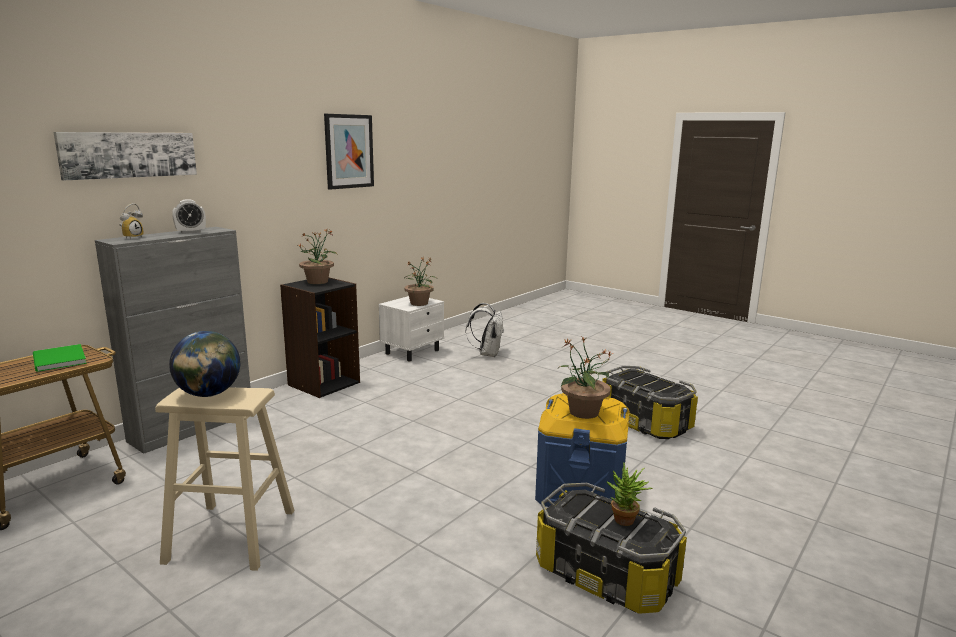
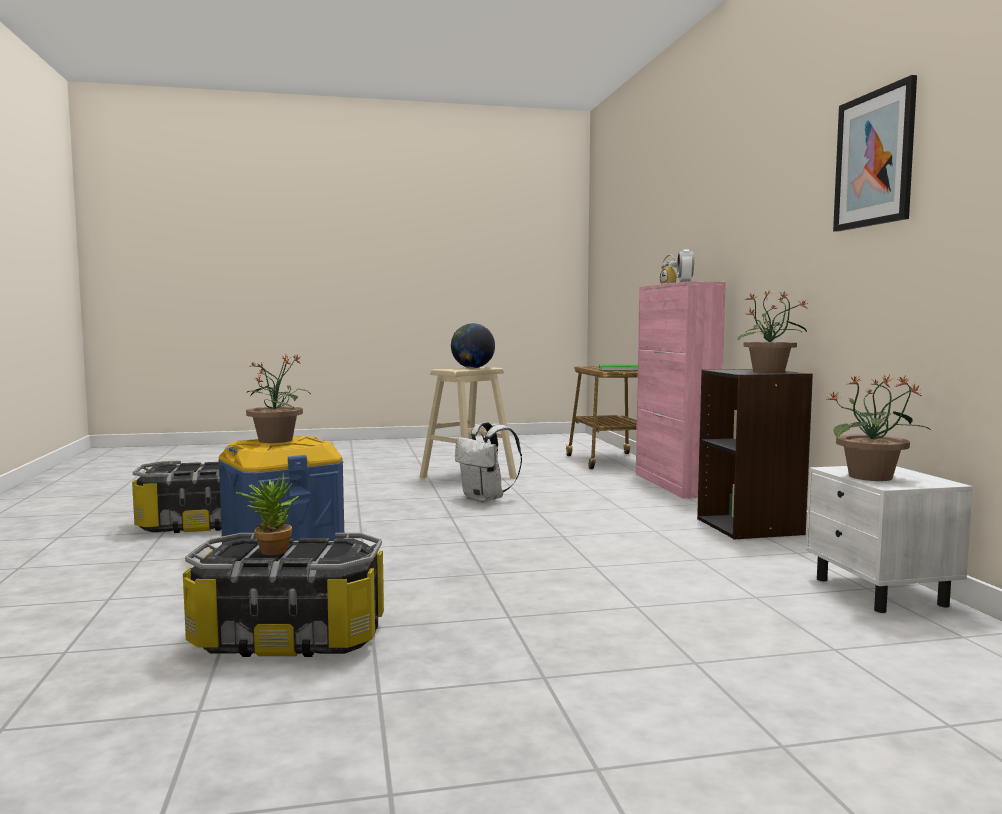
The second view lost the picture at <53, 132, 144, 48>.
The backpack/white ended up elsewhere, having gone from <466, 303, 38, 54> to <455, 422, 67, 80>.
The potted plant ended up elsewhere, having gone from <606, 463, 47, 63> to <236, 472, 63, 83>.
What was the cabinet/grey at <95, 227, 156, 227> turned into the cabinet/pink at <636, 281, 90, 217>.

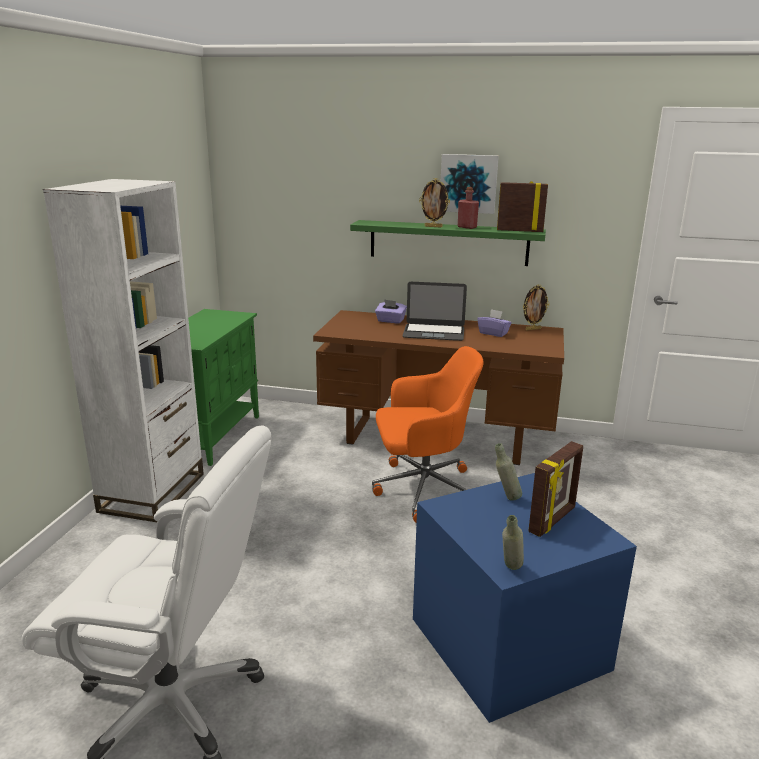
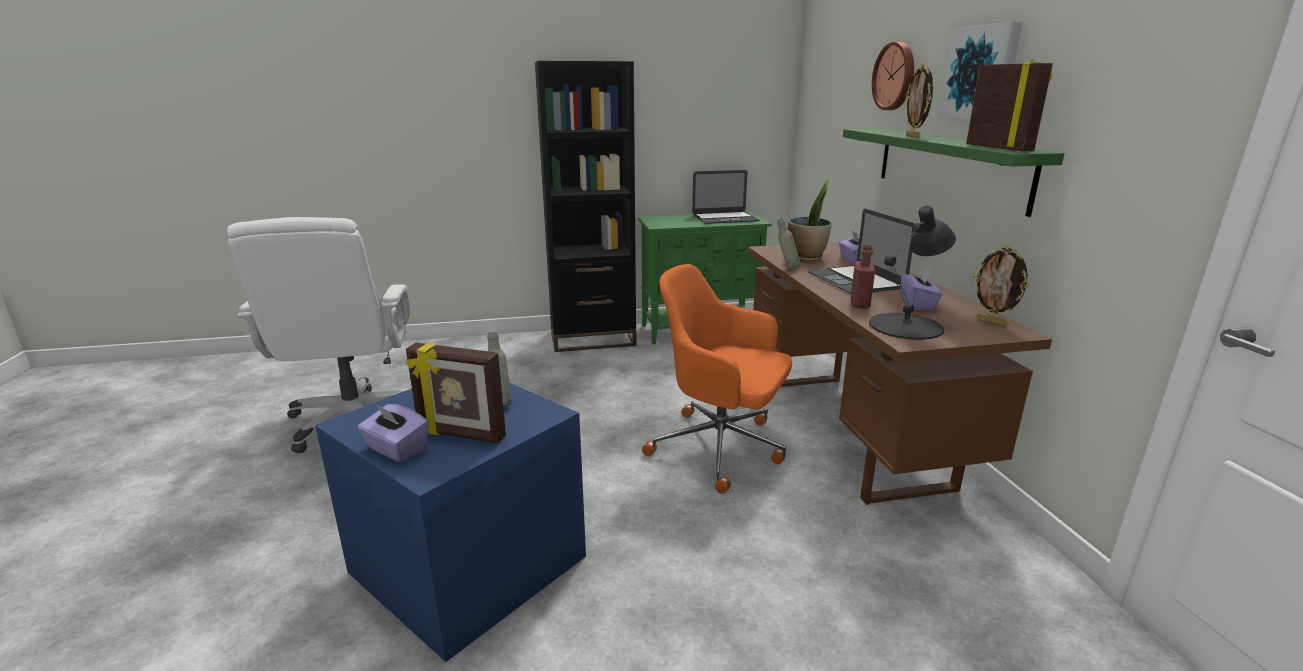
The second view gained the tissue box/purple at <357, 404, 72, 58>.
The second view gained the laptop at <692, 170, 68, 54>.
The second view gained the potted plant at <788, 179, 44, 83>.
The second view gained the table lamp/black at <869, 206, 87, 134>.
The second view gained the wall clock at <872, 42, 42, 68>.
The bottle/red ended up elsewhere, having gone from <458, 187, 21, 42> to <851, 244, 24, 64>.
The bottle/grey ended up elsewhere, having gone from <502, 515, 22, 55> to <777, 218, 24, 52>.
What was the bookcase/white at <43, 179, 161, 343> turned into the bookcase/black at <535, 61, 102, 291>.
The office chair/orange at <372, 346, 112, 177> ended up facing another way, 150 degrees clockwise from before.

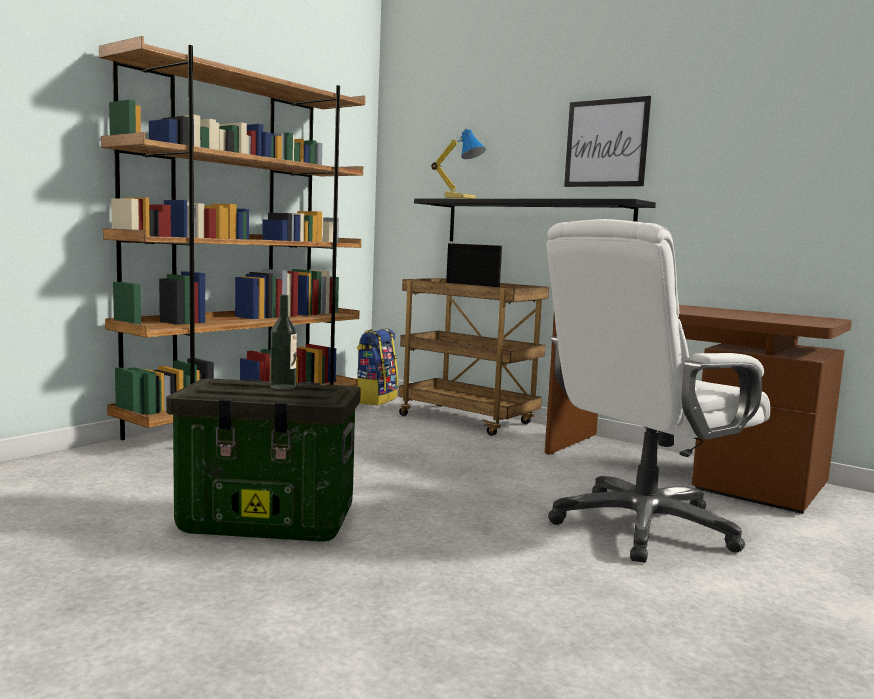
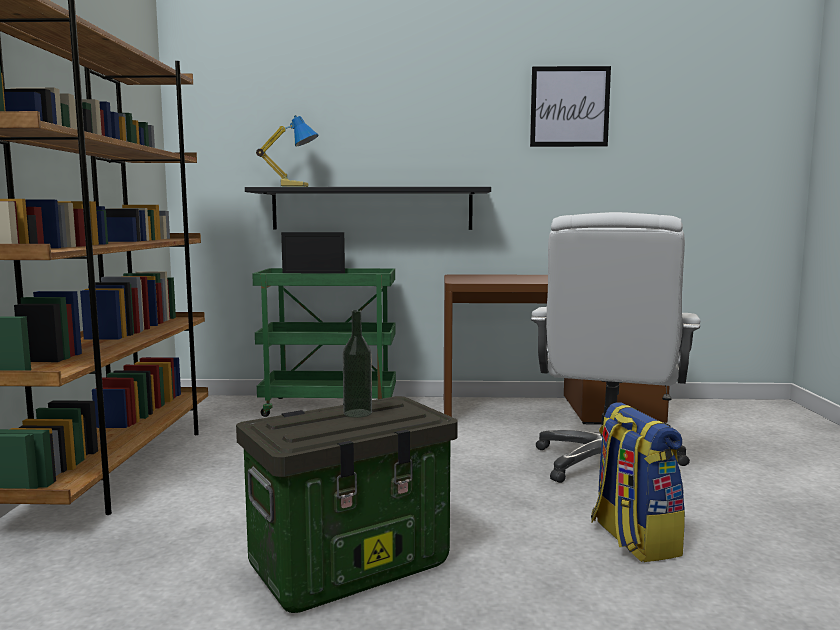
The backpack ended up elsewhere, having gone from <357, 328, 41, 78> to <591, 402, 94, 160>.
The picture ended up elsewhere, having gone from <564, 96, 87, 91> to <530, 66, 81, 81>.
What was the cart/brown at <398, 278, 151, 158> turned into the cart/green at <252, 268, 144, 149>.

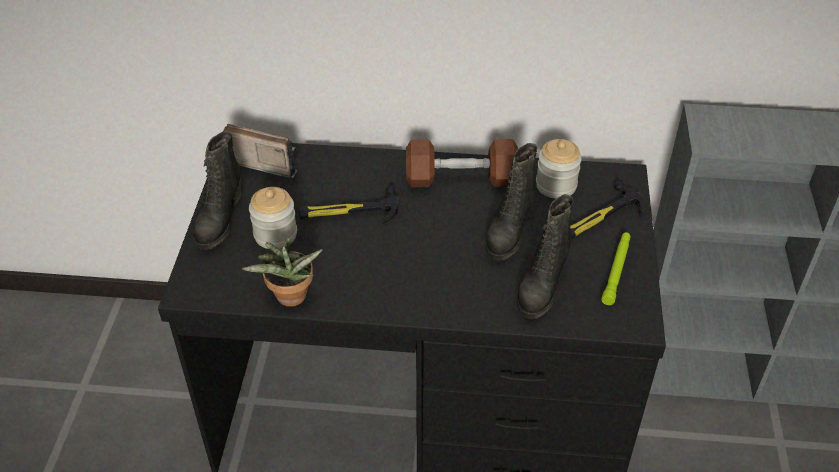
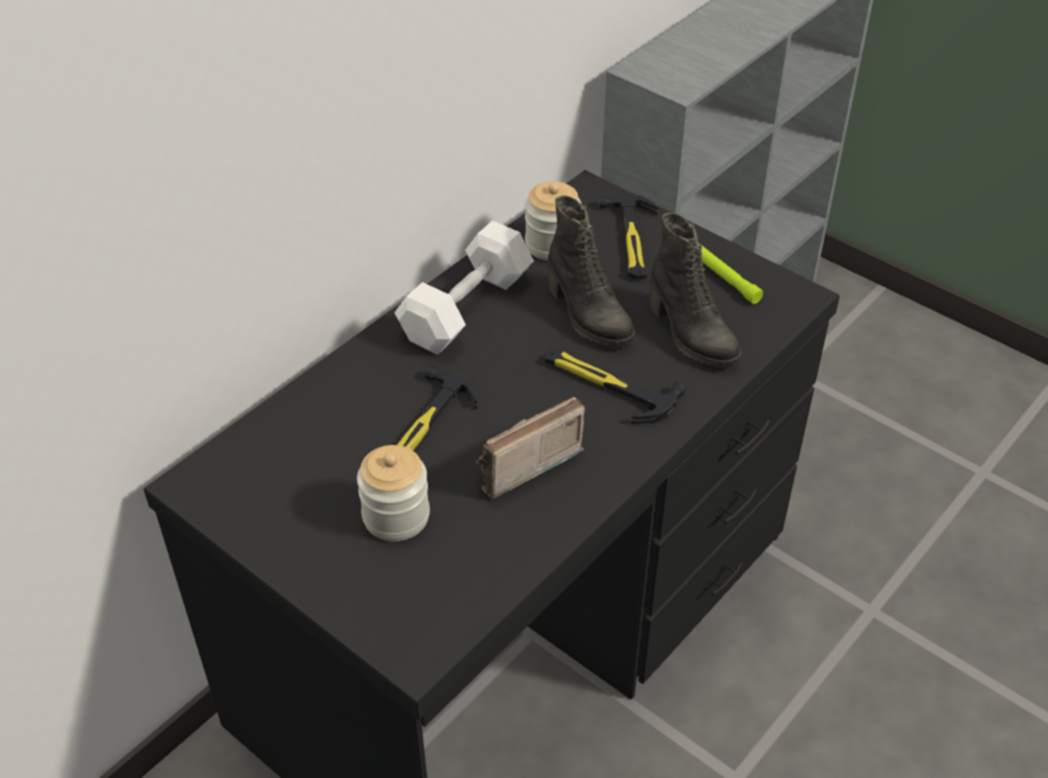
The second view lost the boot/black at <193, 131, 49, 119>.
The second view lost the potted plant at <242, 237, 81, 70>.
The second view gained the hammer at <545, 348, 141, 76>.
The radio ended up elsewhere, having gone from <223, 124, 74, 54> to <476, 397, 109, 102>.
What was the dumbbell/brown at <406, 139, 112, 48> turned into the dumbbell/white at <394, 220, 140, 135>.

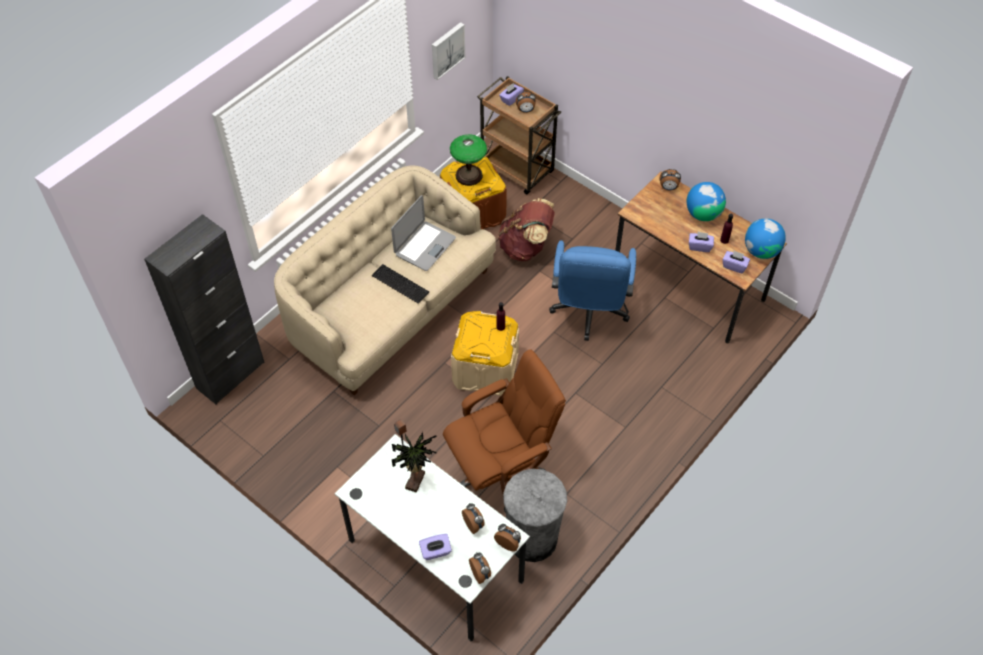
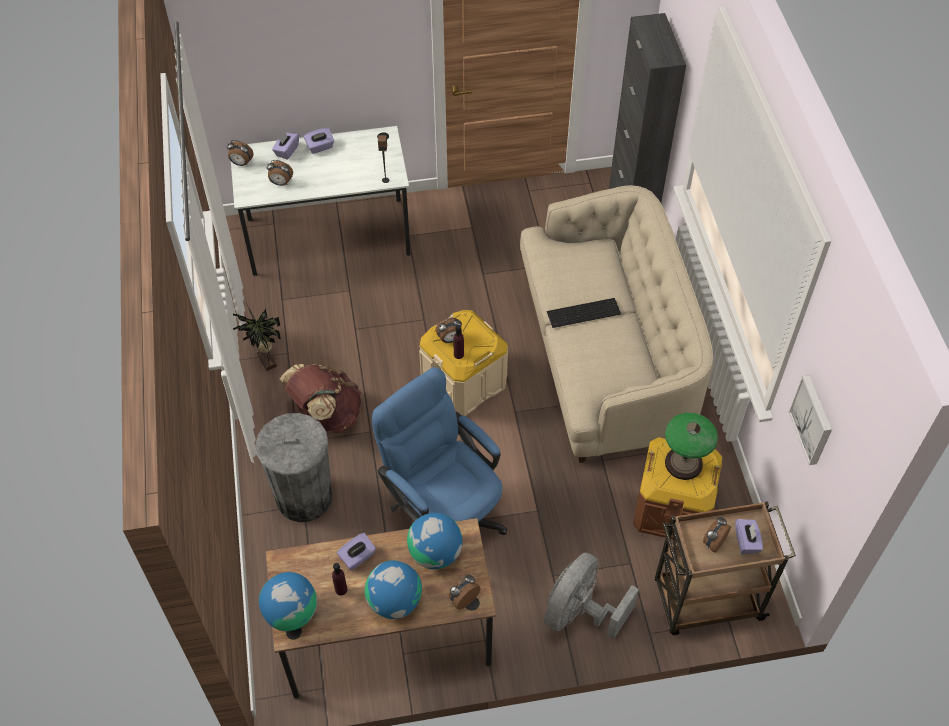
The second view lost the laptop at <391, 195, 65, 76>.
The second view lost the office chair/brown at <443, 349, 123, 164>.
The second view gained the globe at <407, 513, 56, 56>.
The second view gained the fan/grey at <544, 553, 95, 87>.
The potted plant ended up elsewhere, having gone from <392, 432, 45, 61> to <233, 303, 48, 68>.
The alarm clock ended up elsewhere, having gone from <494, 524, 27, 28> to <435, 318, 27, 25>.
The backpack/brown ended up elsewhere, having gone from <498, 198, 57, 63> to <280, 364, 81, 69>.
The trash can/grey ended up elsewhere, having gone from <503, 469, 64, 93> to <255, 413, 78, 109>.
The tissue box/purple ended up elsewhere, having gone from <722, 251, 28, 22> to <303, 128, 31, 26>.

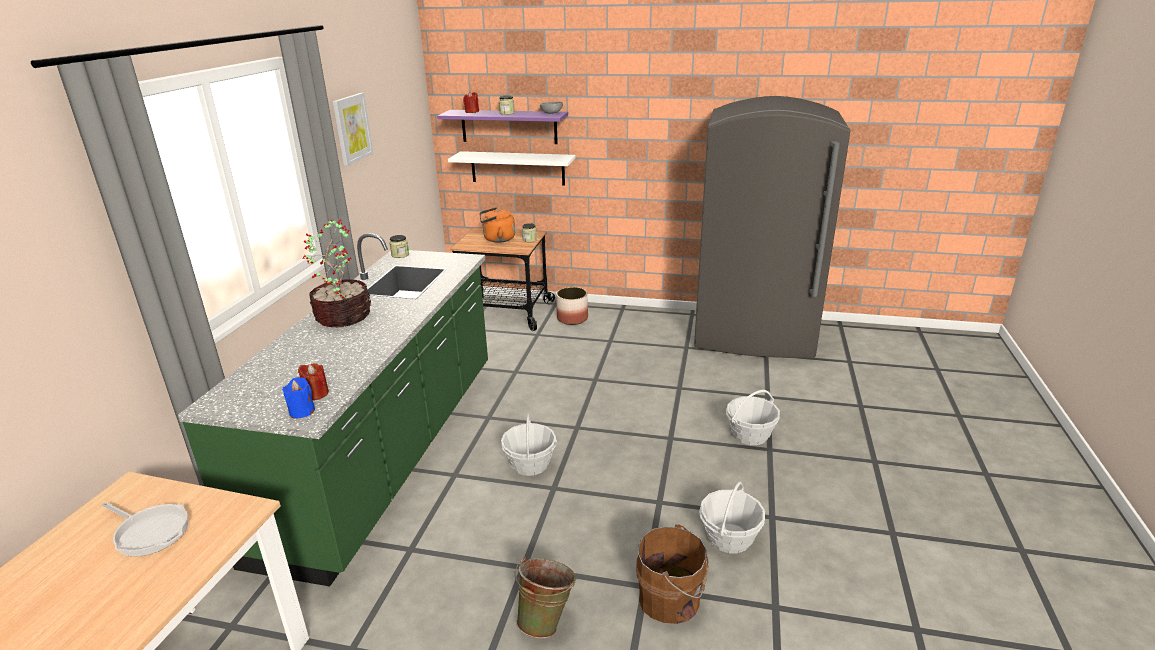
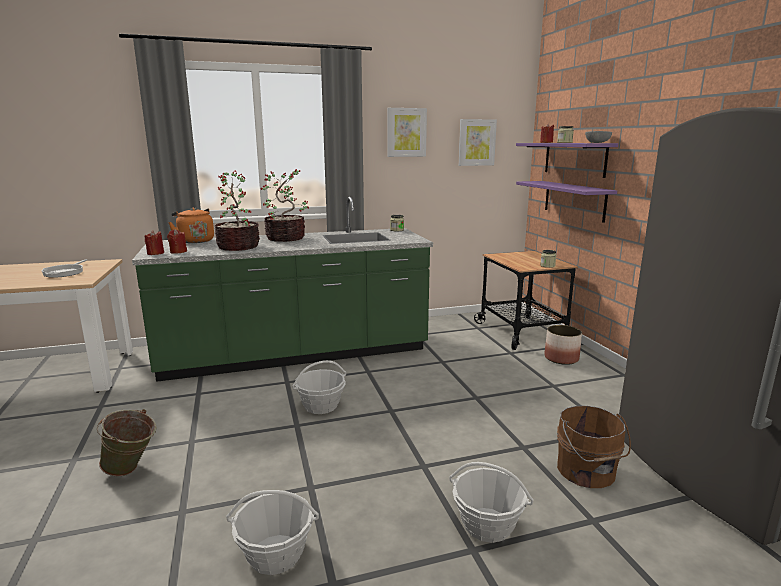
The second view gained the potted plant at <215, 170, 45, 81>.
The second view gained the picture at <458, 119, 39, 47>.
The kettle/orange ended up elsewhere, having gone from <479, 207, 36, 36> to <168, 208, 46, 35>.
The bucket/brown ended up elsewhere, having gone from <636, 524, 73, 100> to <557, 406, 74, 82>.
What was the candle/blue at <282, 377, 33, 41> turned into the candle/red at <145, 230, 19, 25>.
What was the shelf/white at <448, 151, 128, 35> turned into the shelf/purple at <516, 181, 101, 42>.

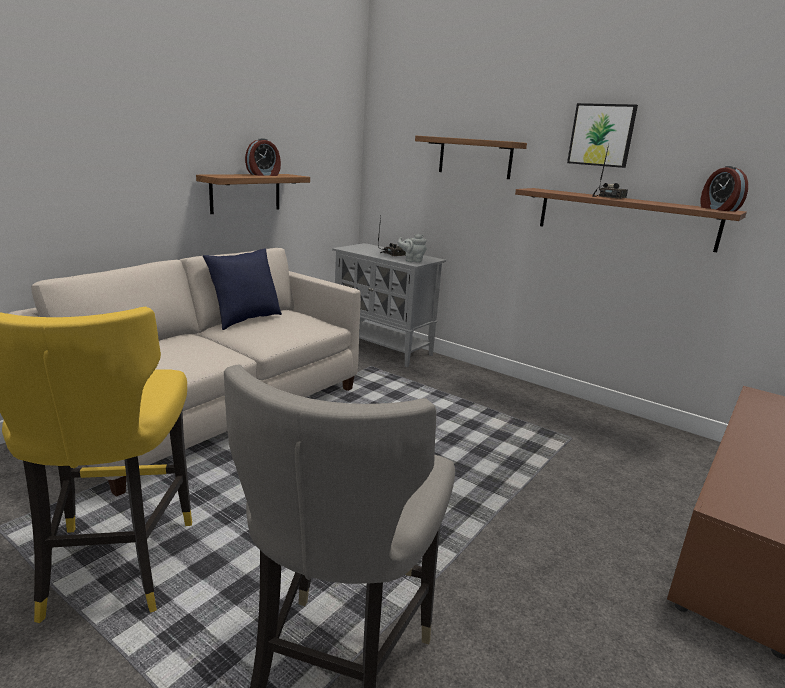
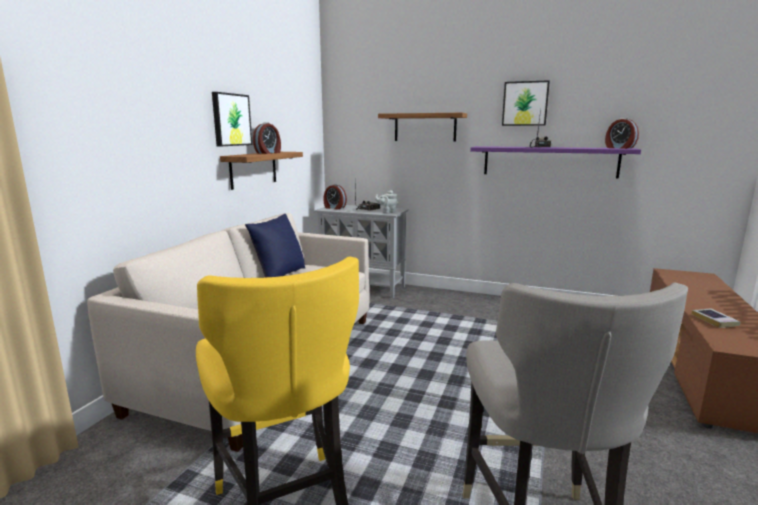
The second view gained the picture at <212, 92, 40, 54>.
The second view gained the alarm clock at <323, 184, 24, 25>.
The second view gained the book at <692, 308, 48, 20>.
What was the shelf/brown at <515, 188, 232, 64> turned into the shelf/purple at <470, 146, 171, 33>.

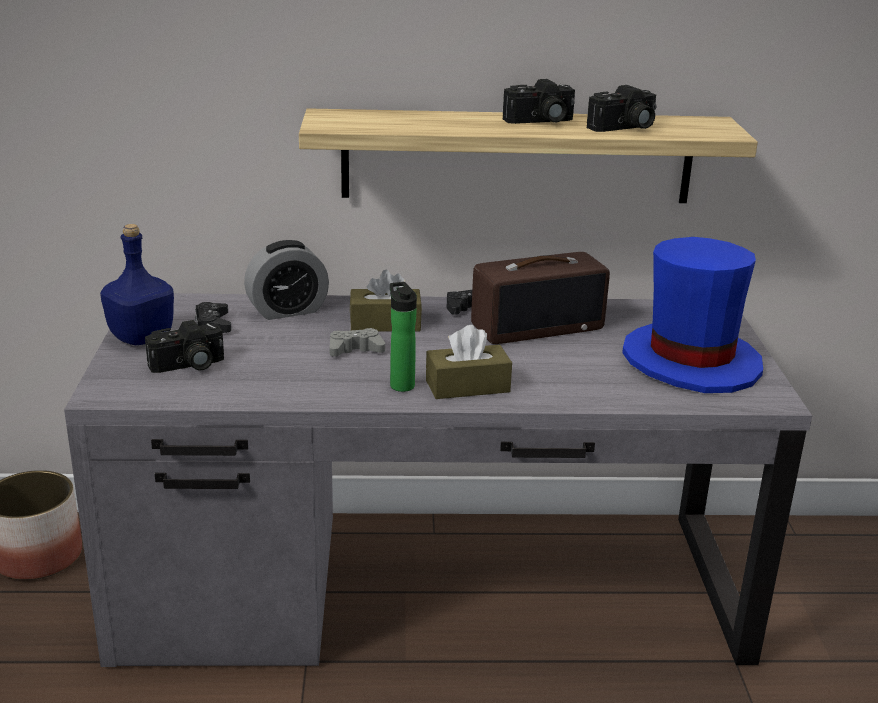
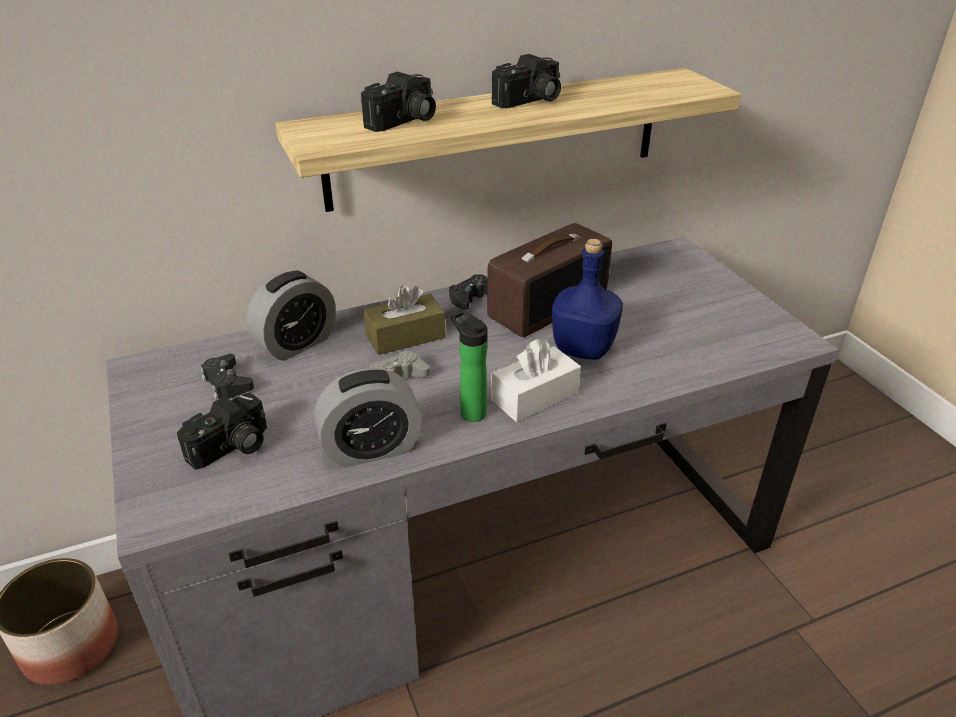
The second view lost the hat/blue at <622, 237, 141, 156>.
The second view gained the alarm clock at <314, 368, 109, 99>.
The bottle/blue ended up elsewhere, having gone from <100, 224, 74, 121> to <552, 239, 71, 121>.
The photo camera ended up elsewhere, having gone from <587, 85, 70, 47> to <361, 72, 75, 60>.
What was the tissue box/brown at <426, 325, 86, 74> turned into the tissue box/white at <491, 339, 90, 83>.

